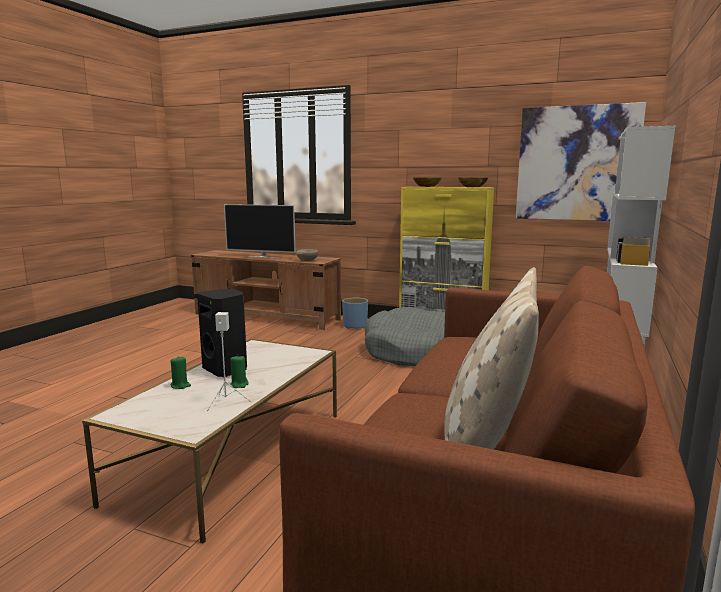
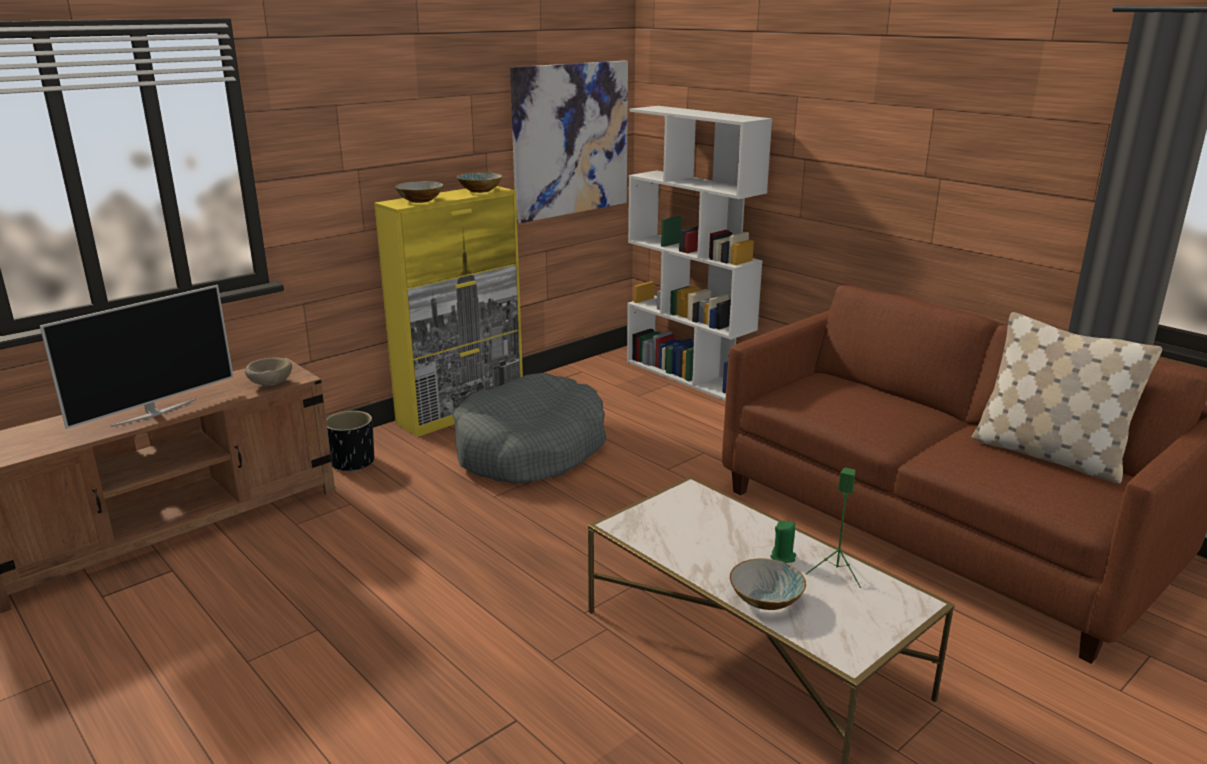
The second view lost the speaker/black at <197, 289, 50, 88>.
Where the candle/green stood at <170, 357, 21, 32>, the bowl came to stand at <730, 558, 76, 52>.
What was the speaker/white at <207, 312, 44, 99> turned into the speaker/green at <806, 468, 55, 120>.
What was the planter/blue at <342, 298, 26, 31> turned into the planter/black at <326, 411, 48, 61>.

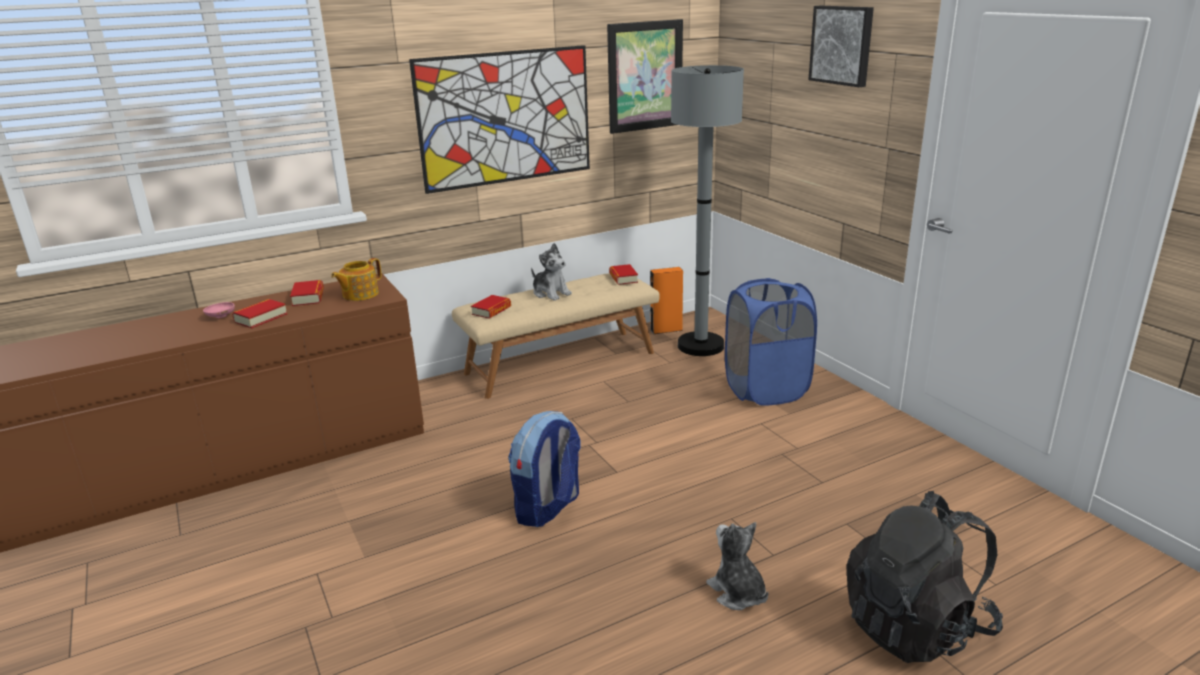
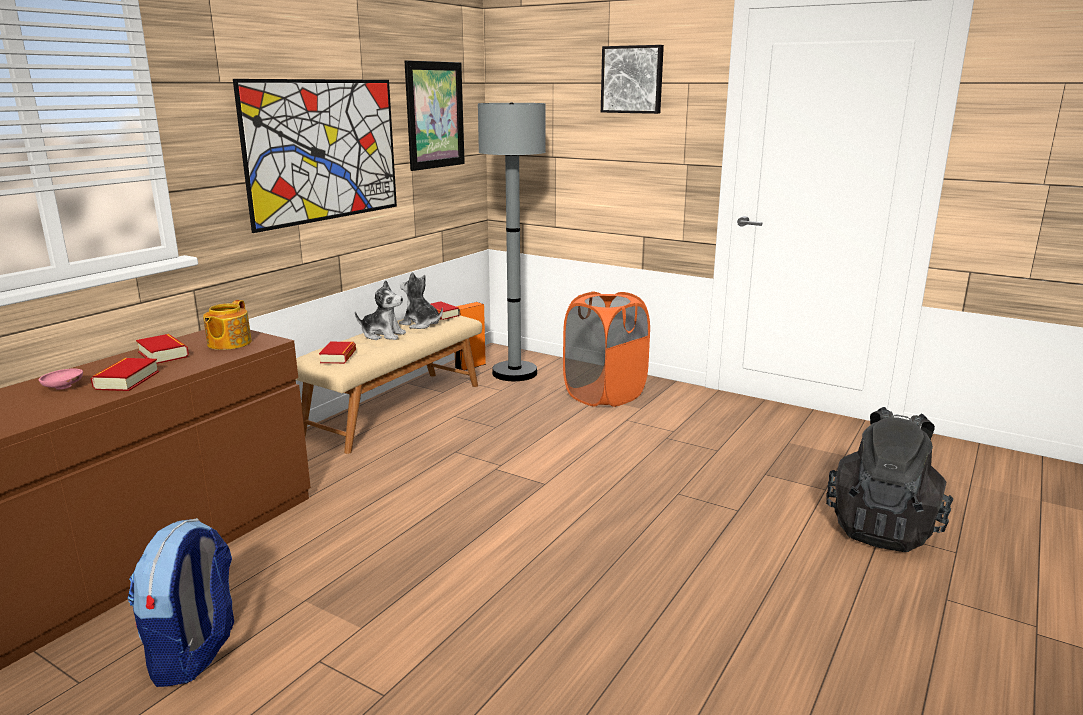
The backpack ended up elsewhere, having gone from <508, 411, 73, 116> to <127, 518, 107, 169>.
The plush toy ended up elsewhere, having gone from <706, 522, 62, 88> to <399, 272, 44, 57>.
What was the laundry basket/blue at <725, 278, 92, 128> turned into the laundry basket/orange at <563, 291, 87, 116>.

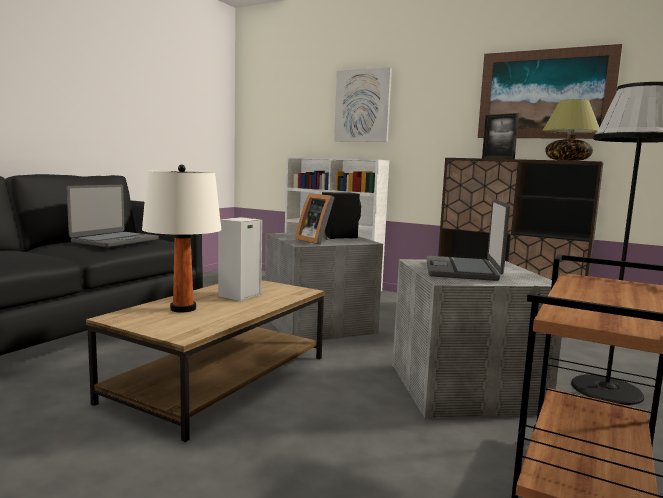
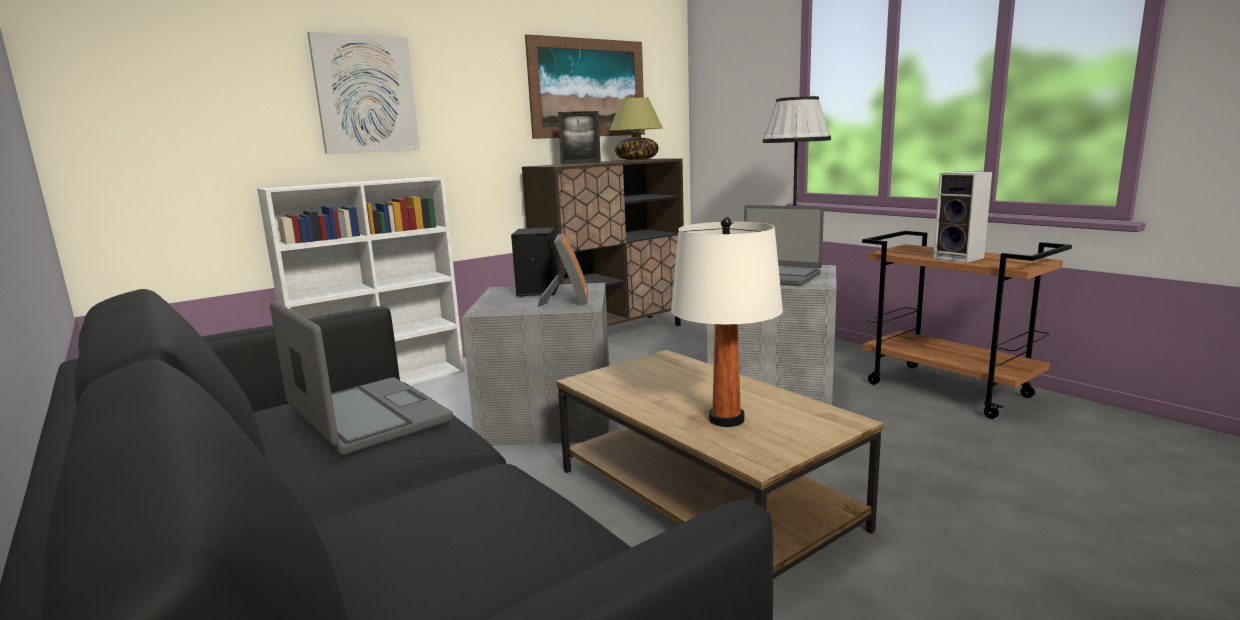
The speaker ended up elsewhere, having gone from <218, 217, 44, 84> to <933, 171, 59, 92>.
The picture frame at <296, 193, 39, 52> ended up facing another way, 75 degrees counterclockwise from before.

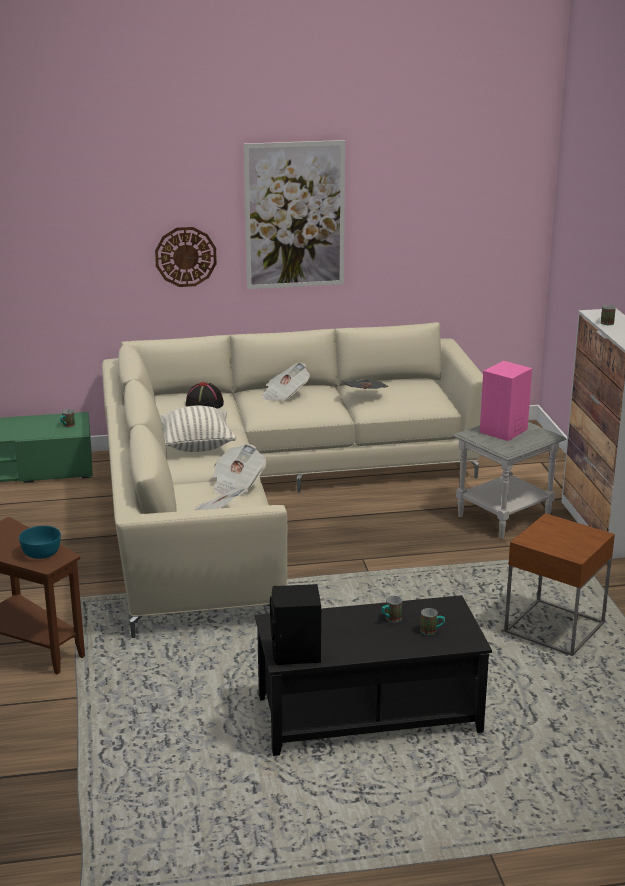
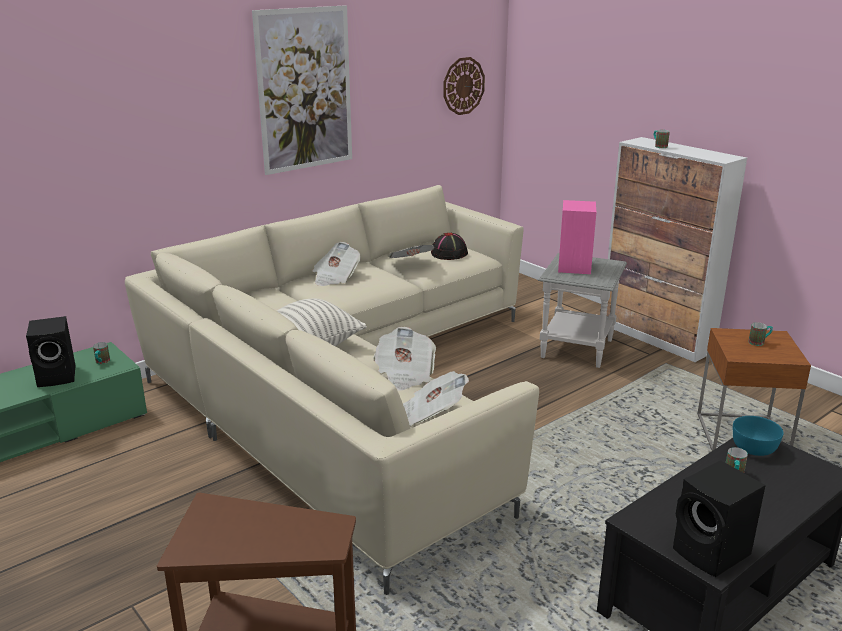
The second view gained the speaker/black at <26, 316, 50, 71>.
The bowl/turquoise ended up elsewhere, having gone from <19, 526, 42, 33> to <733, 416, 51, 40>.
The wall clock ended up elsewhere, having gone from <155, 227, 62, 60> to <443, 57, 42, 58>.
The hat/black ended up elsewhere, having gone from <186, 382, 38, 27> to <431, 233, 37, 27>.
The mug ended up elsewhere, having gone from <420, 608, 25, 27> to <748, 322, 25, 24>.

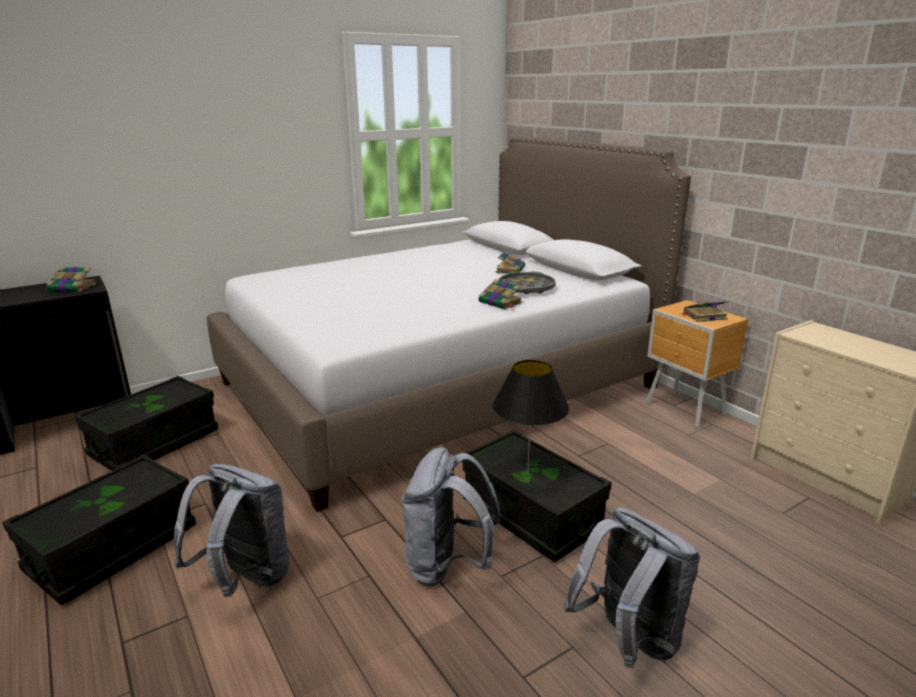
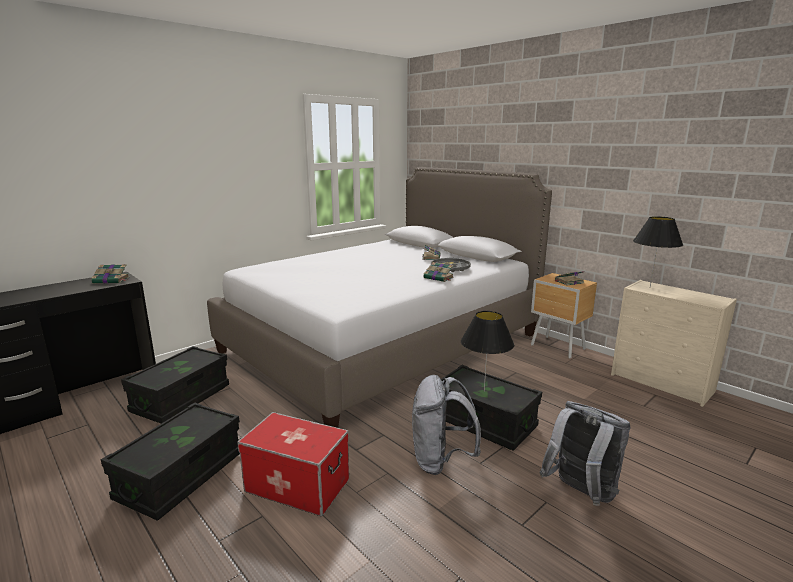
The second view gained the table lamp/black at <633, 216, 50, 71>.
Where the backpack/grey stood at <174, 464, 115, 133>, the storage box came to stand at <237, 412, 112, 104>.

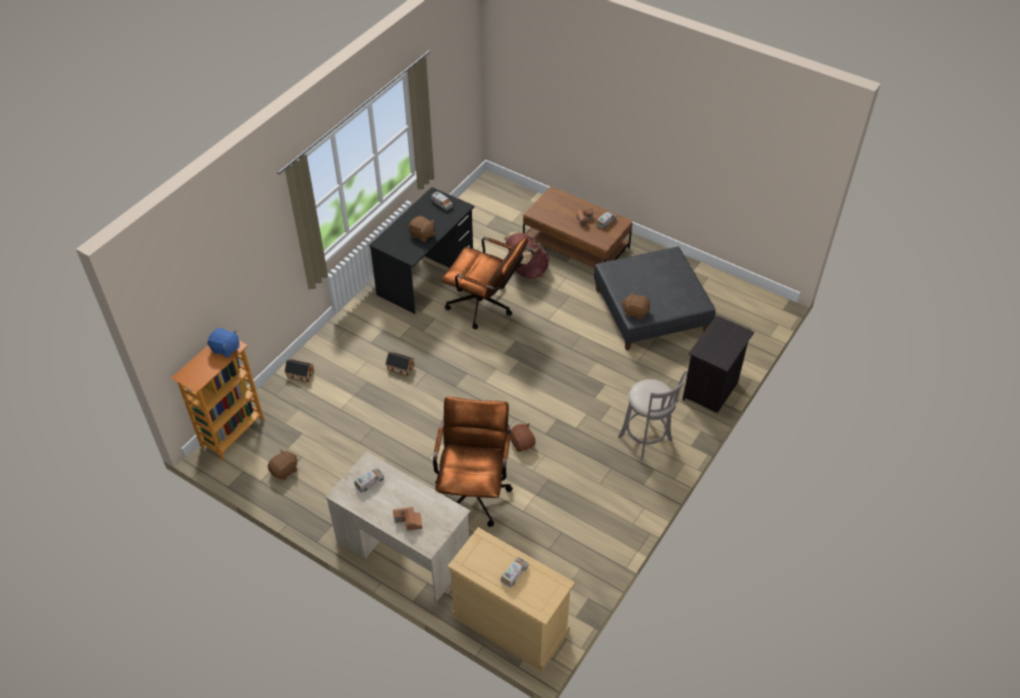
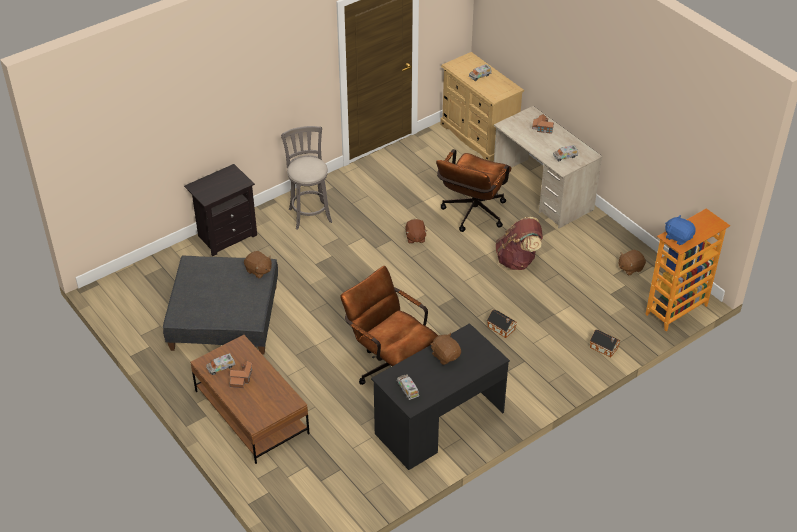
The backpack/brown ended up elsewhere, having gone from <504, 231, 46, 48> to <496, 217, 47, 53>.

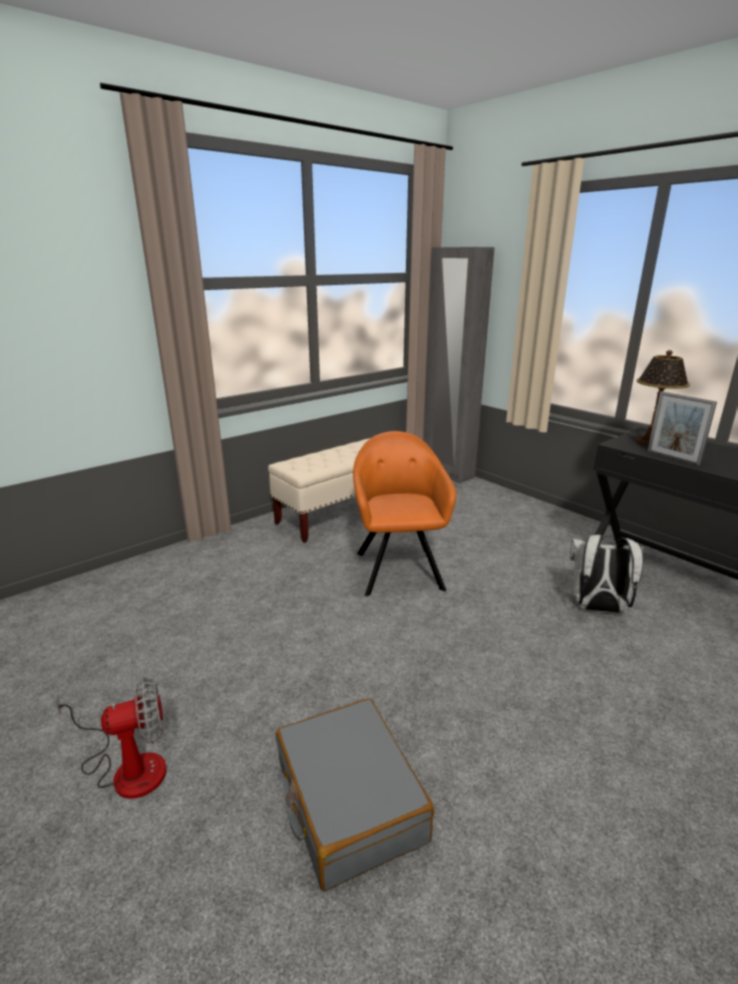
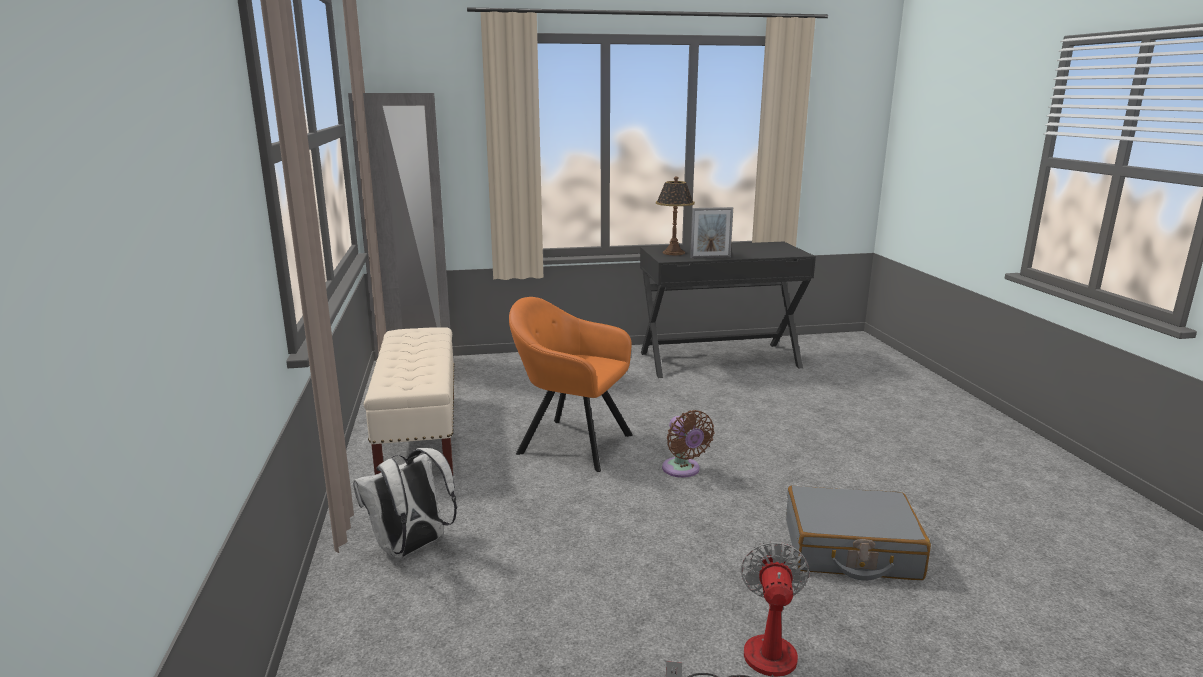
The second view gained the fan/brown at <662, 410, 52, 68>.
The backpack/white ended up elsewhere, having gone from <570, 535, 74, 78> to <353, 448, 104, 110>.

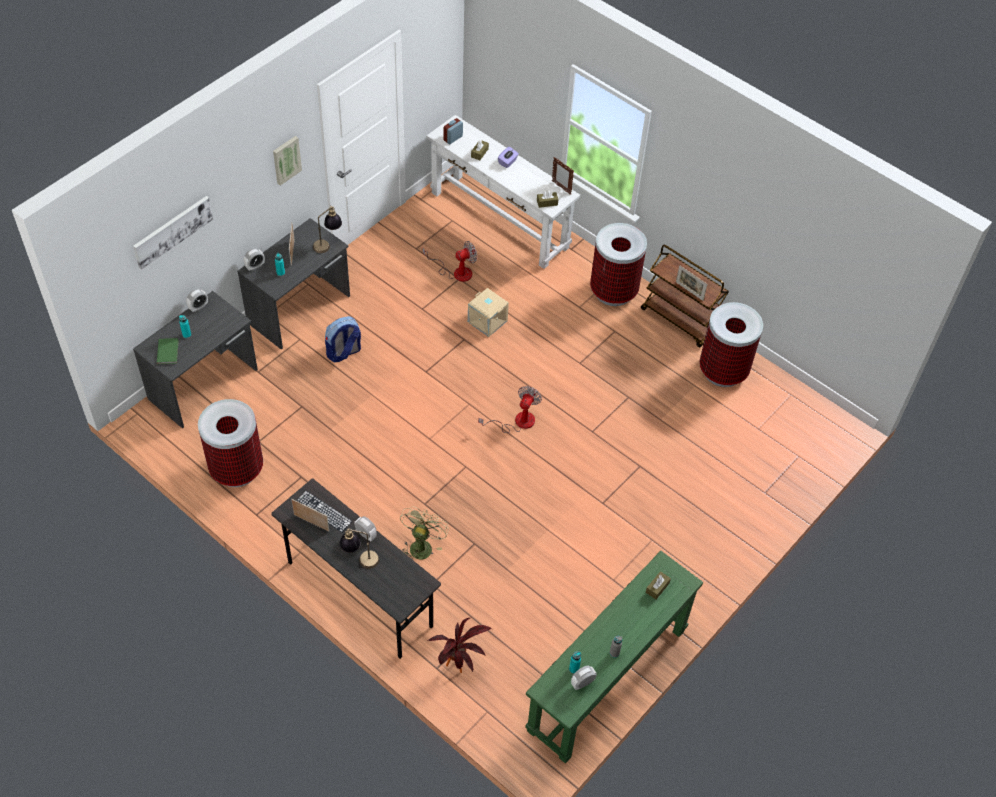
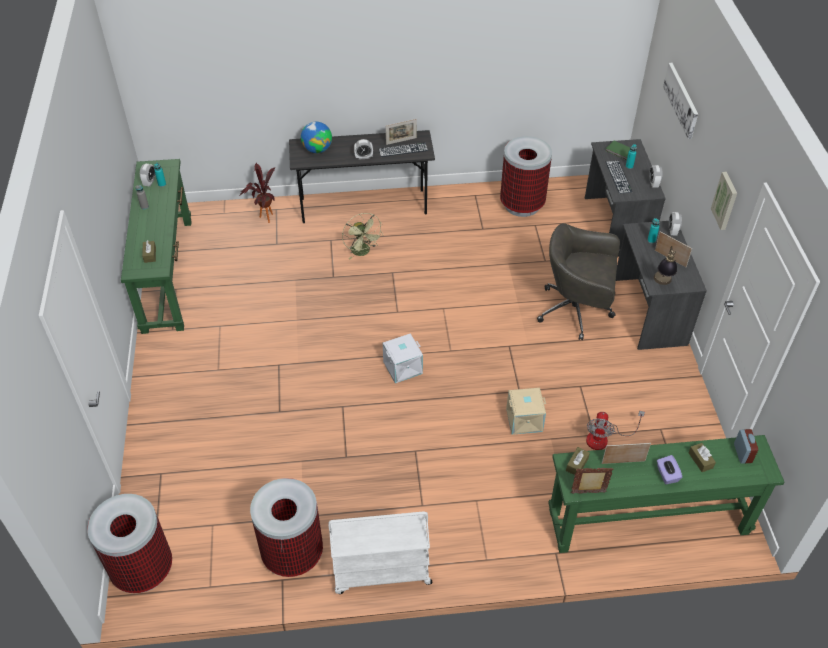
The second view lost the table lamp at <339, 528, 40, 41>.
The second view gained the globe at <301, 122, 31, 31>.
The second view gained the keyboard at <606, 160, 26, 34>.
The trash can ended up elsewhere, having gone from <590, 223, 57, 83> to <87, 494, 85, 99>.
The picture frame ended up elsewhere, having gone from <676, 265, 31, 36> to <602, 443, 49, 21>.
Where the backpack stood at <325, 316, 36, 47>, the office chair/grey came to stand at <537, 223, 83, 117>.
Where the fan stood at <478, 386, 64, 47>, the storage box/white came to stand at <383, 333, 40, 50>.
What was the console table/white at <426, 115, 154, 154> turned into the console table/green at <548, 435, 236, 118>.
What was the cart/brown at <641, 245, 88, 102> turned into the cart/white at <328, 511, 104, 83>.

